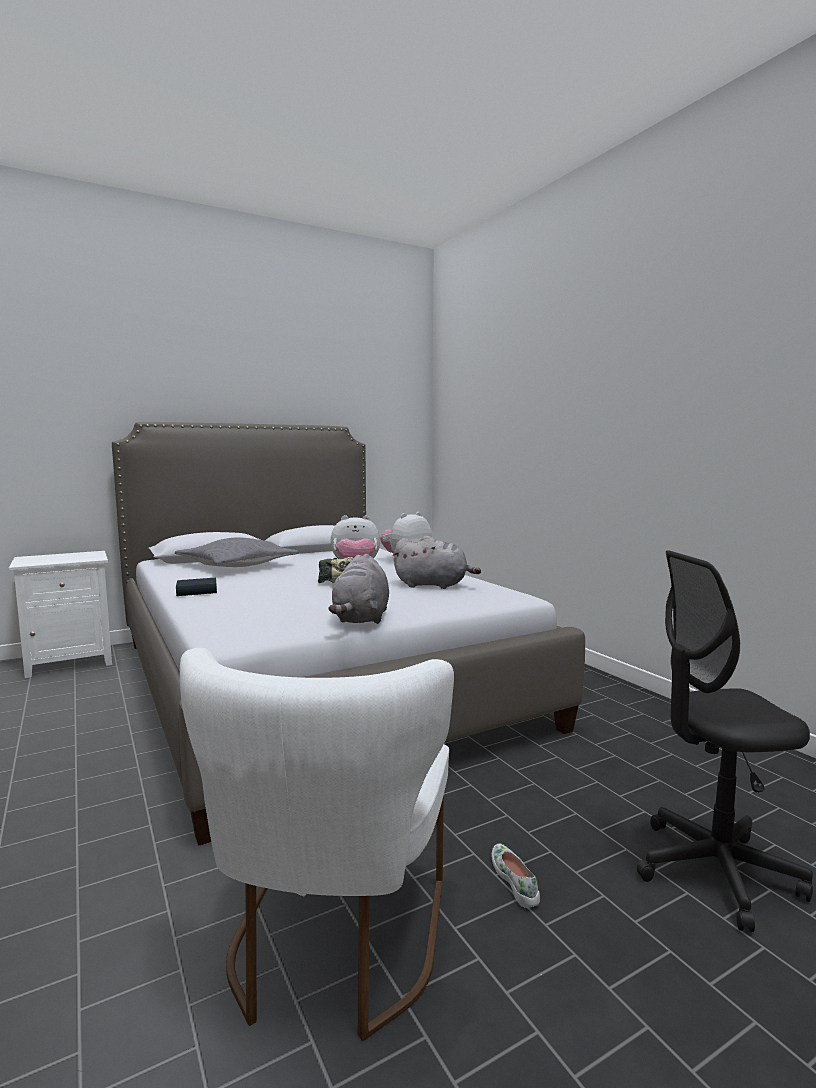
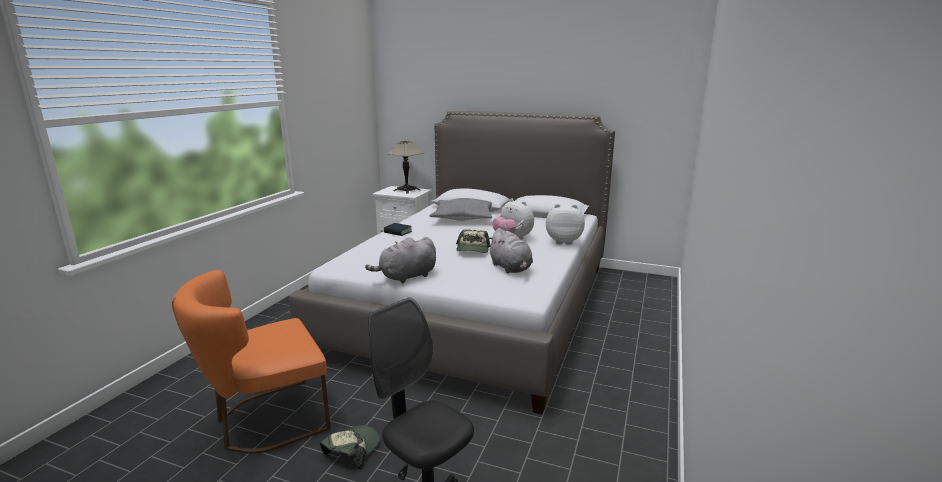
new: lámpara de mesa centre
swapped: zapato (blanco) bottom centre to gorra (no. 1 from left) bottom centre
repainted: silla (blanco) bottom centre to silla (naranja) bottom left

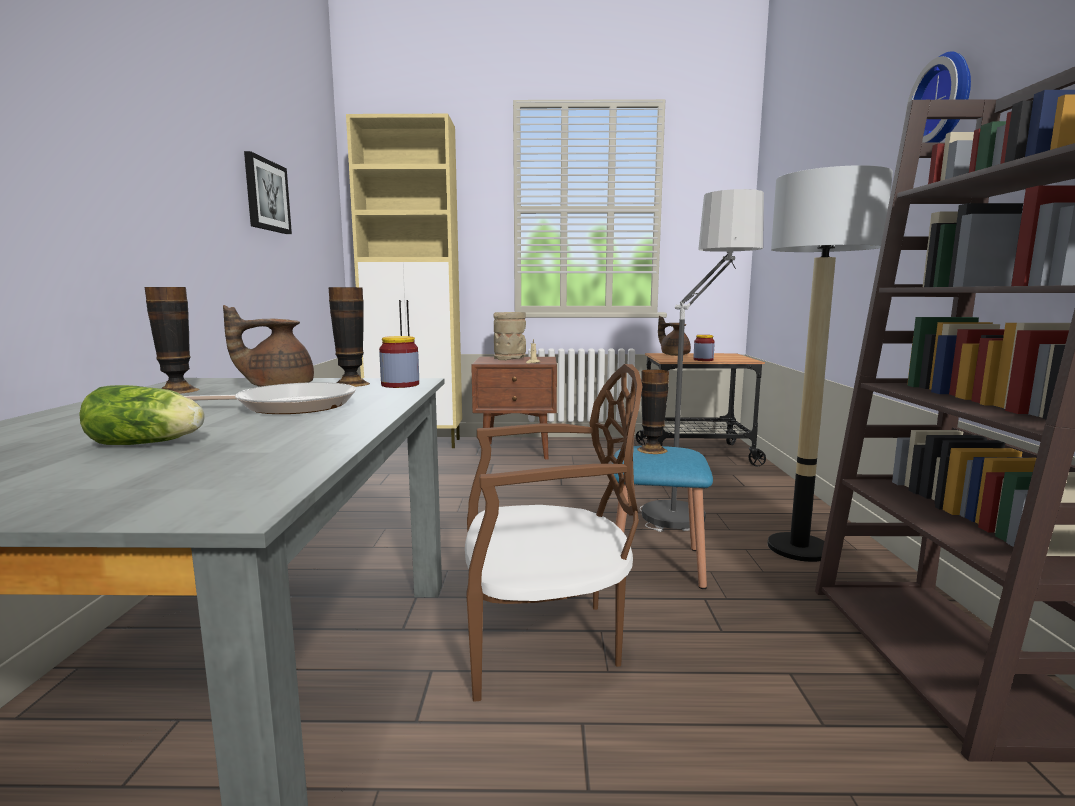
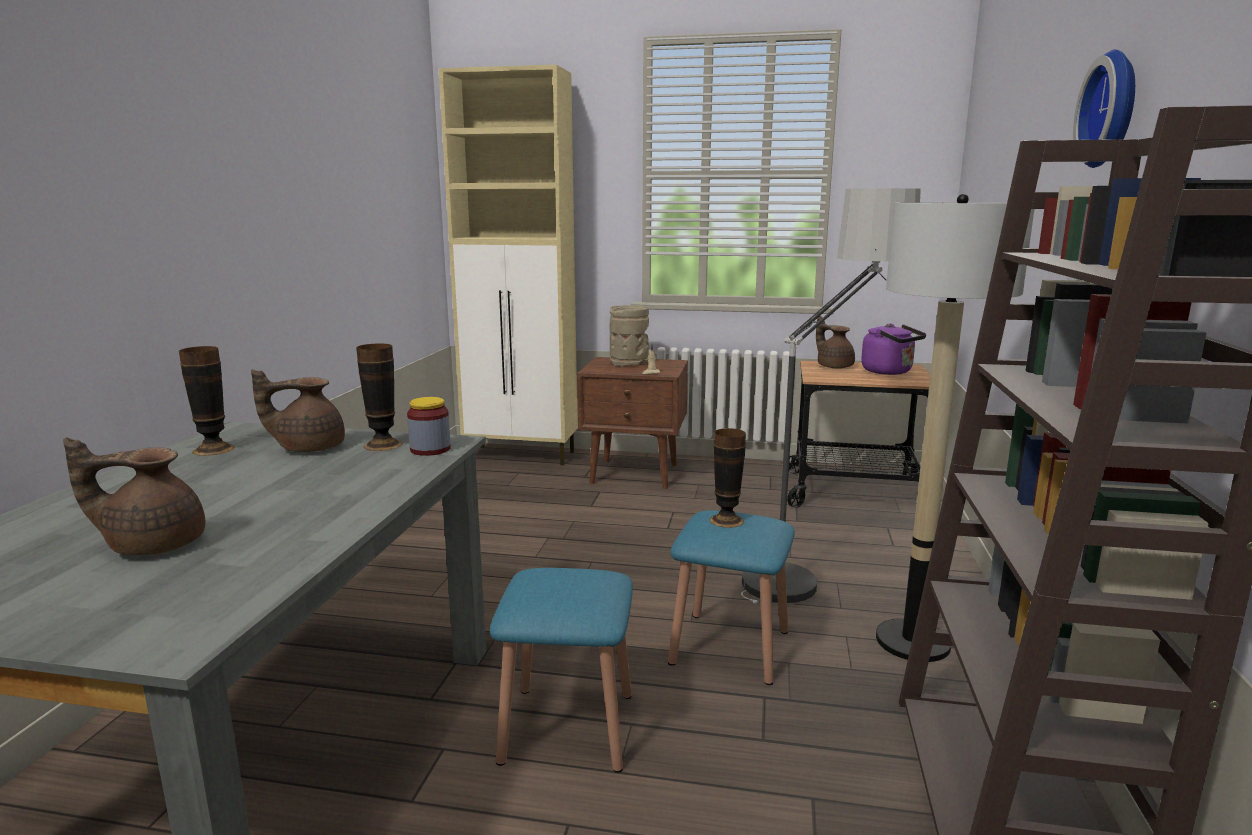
gone: sartén middle left; cuadro top left; tarro (no. 2 from left) centre
new: hervidor (morado) middle right
swapped: lechuga middle left to tetera (marrón) (no. 1 from left) middle left; silla (marrón) centre to taburete (azul) (no. 1 from left) bottom centre

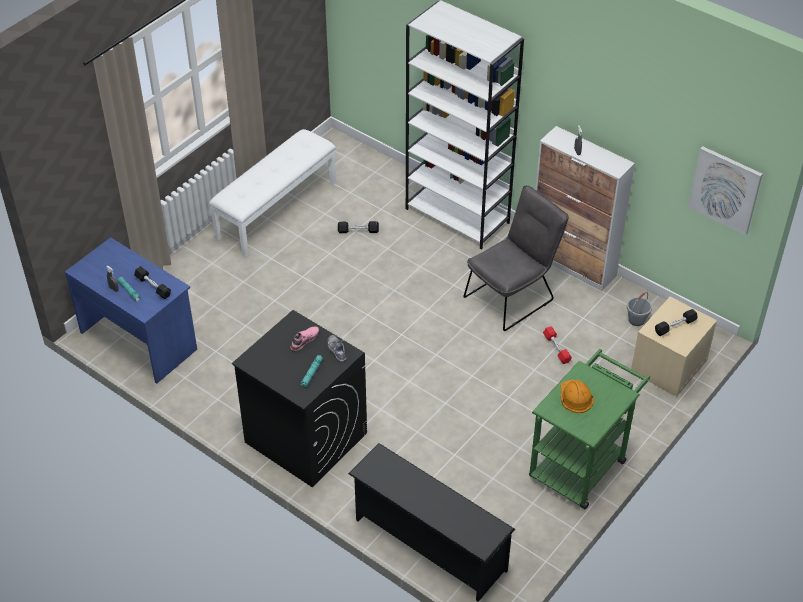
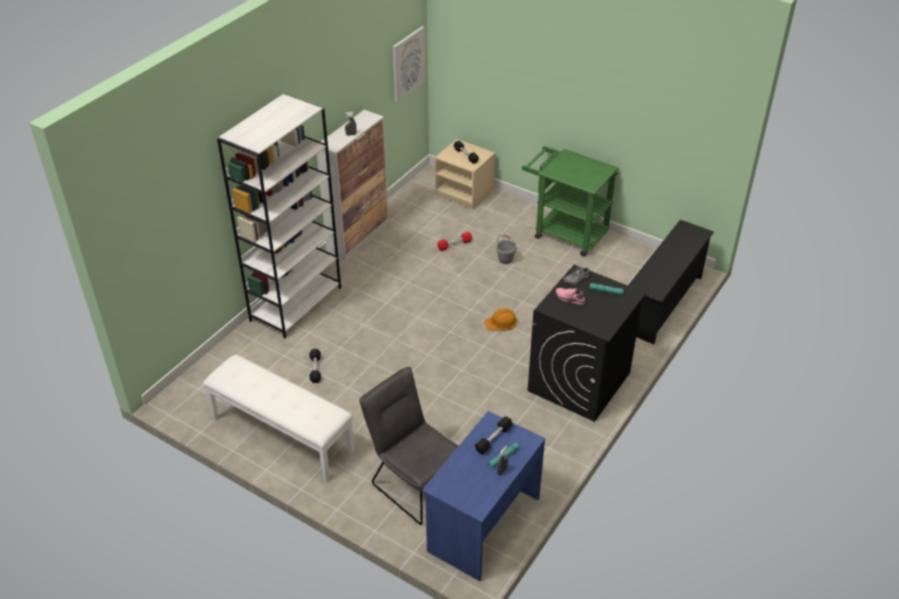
shifted: silla (gris) centre to bottom centre; casco (naranja) middle right to centre; cubo (gris) middle right to centre

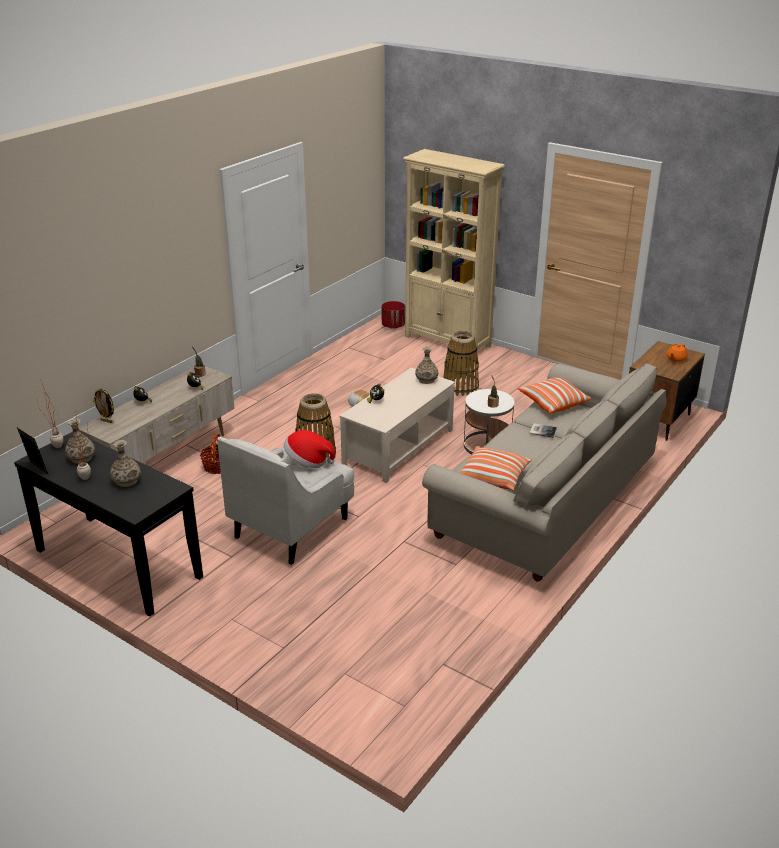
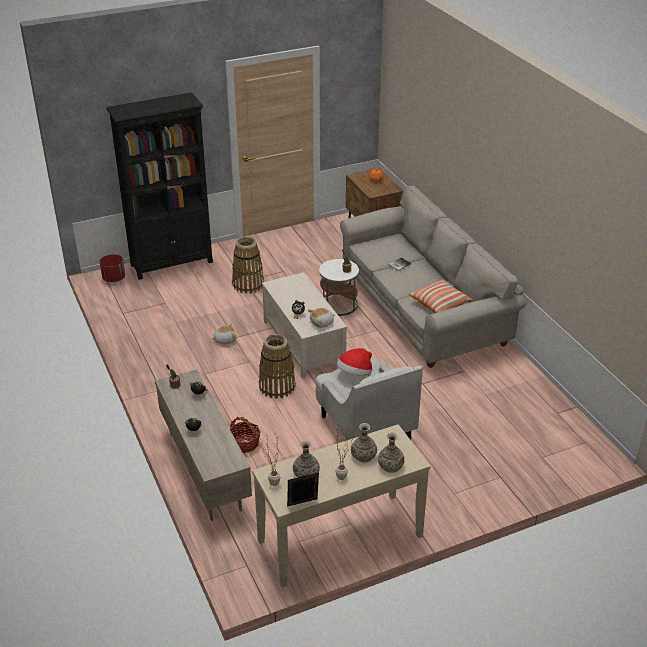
gone: portarretratos (no. 2 from left) middle left; cojín (no. 2 from left) middle right
new: peluche (no. 2 from left) centre
shifted: florero (no. 3 from left) centre to bottom centre
repainted: mesa consola (negro) middle left to mesa consola (beis) bottom centre; estantería (beis) top centre to estantería (negro) top left

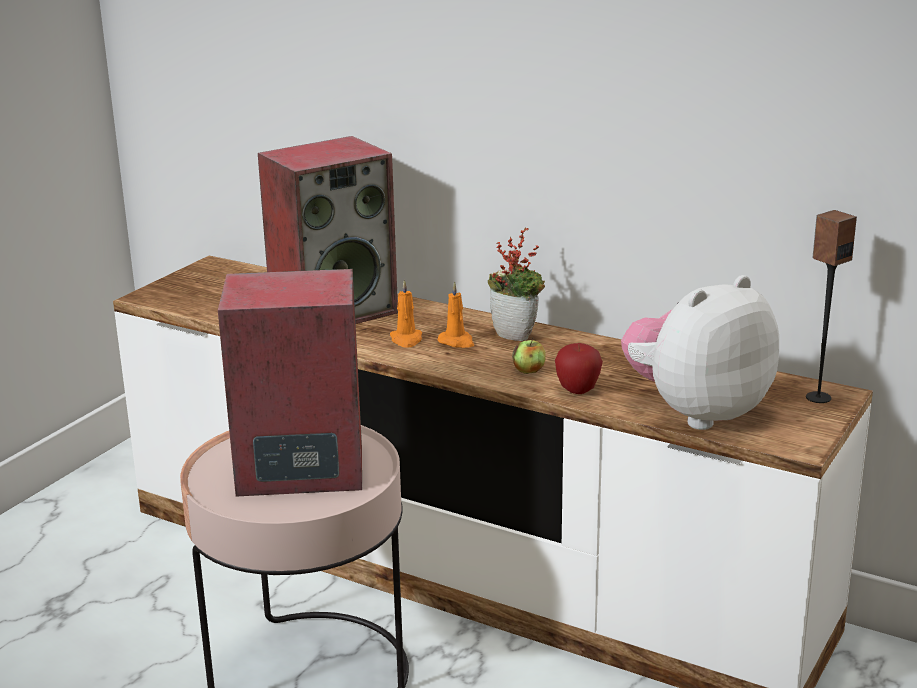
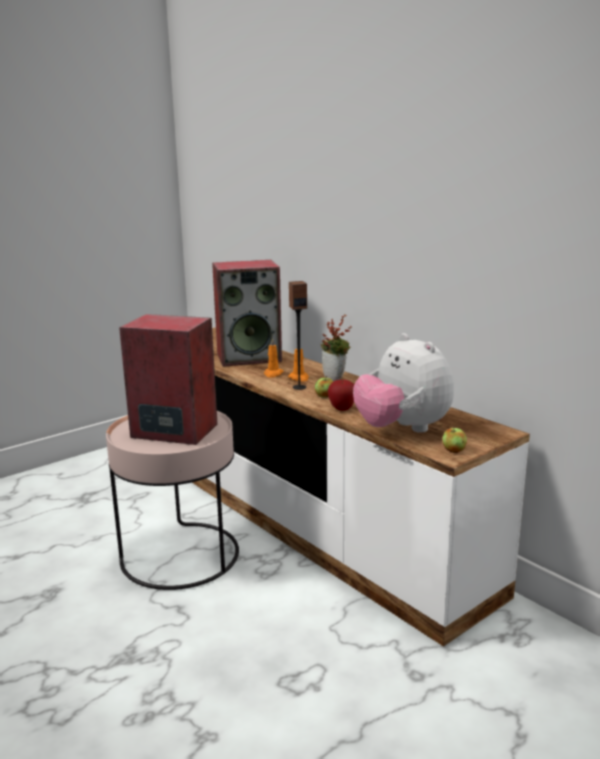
new: manzana (no. 3 from left) middle right
shifted: altavoz (no. 3 from left) middle right to centre
rotated: peluche middle right = middle right 105 degrees counterclockwise

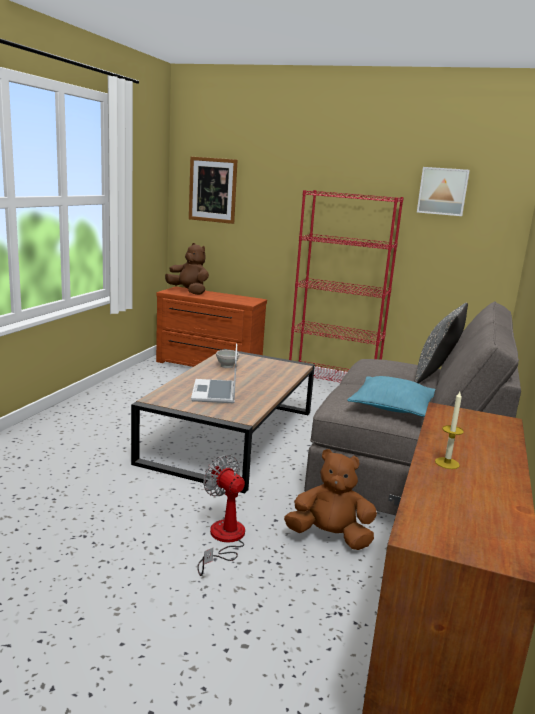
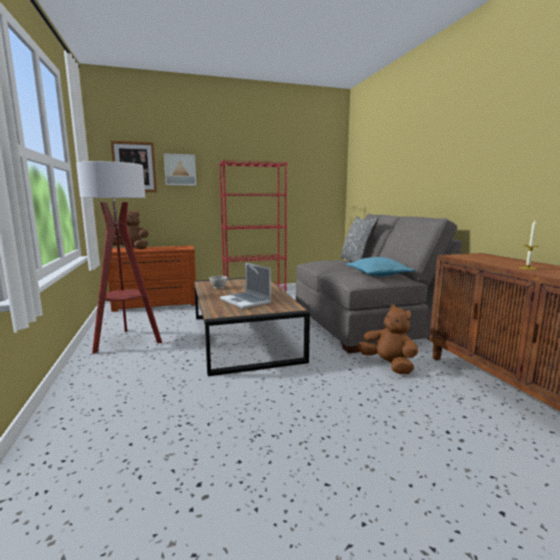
gone: ventilador bottom centre
new: lámpara de pie middle left
shifted: cuadro (no. 2 from left) top right to top left
rotated: peluche (marrón) (no. 2 from left) bottom centre = middle right 75 degrees clockwise

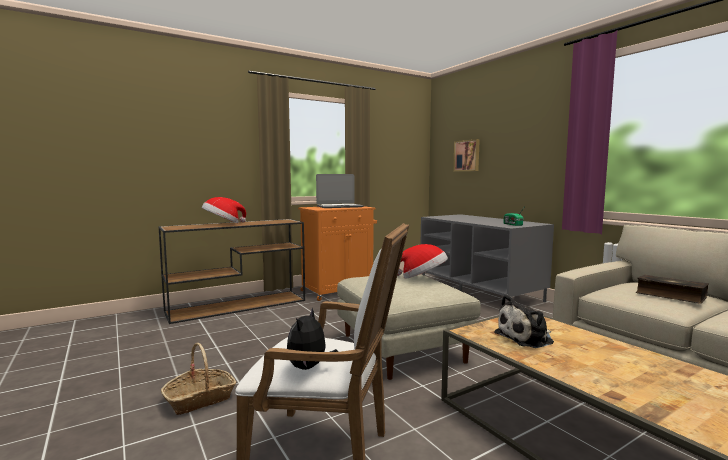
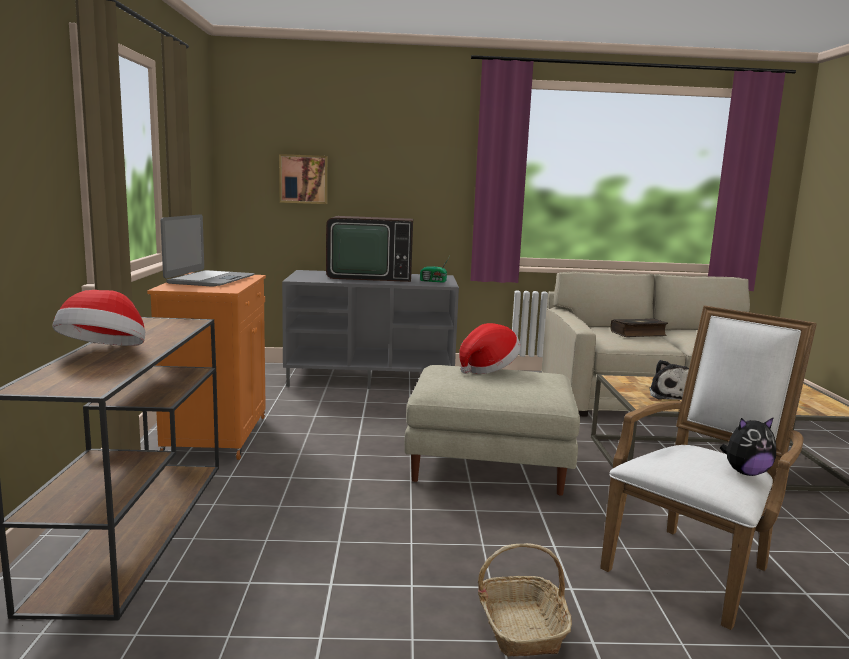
new: televisor centre
rotated: peluche (no. 1 from left in the first image) bottom centre = bottom right 60 degrees counterclockwise

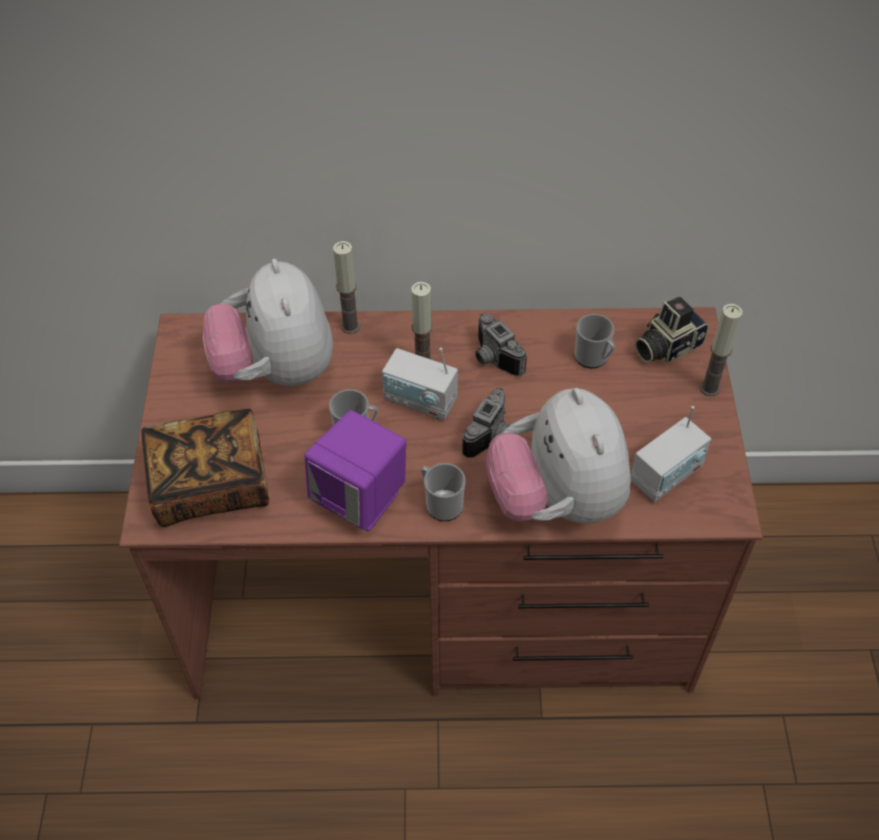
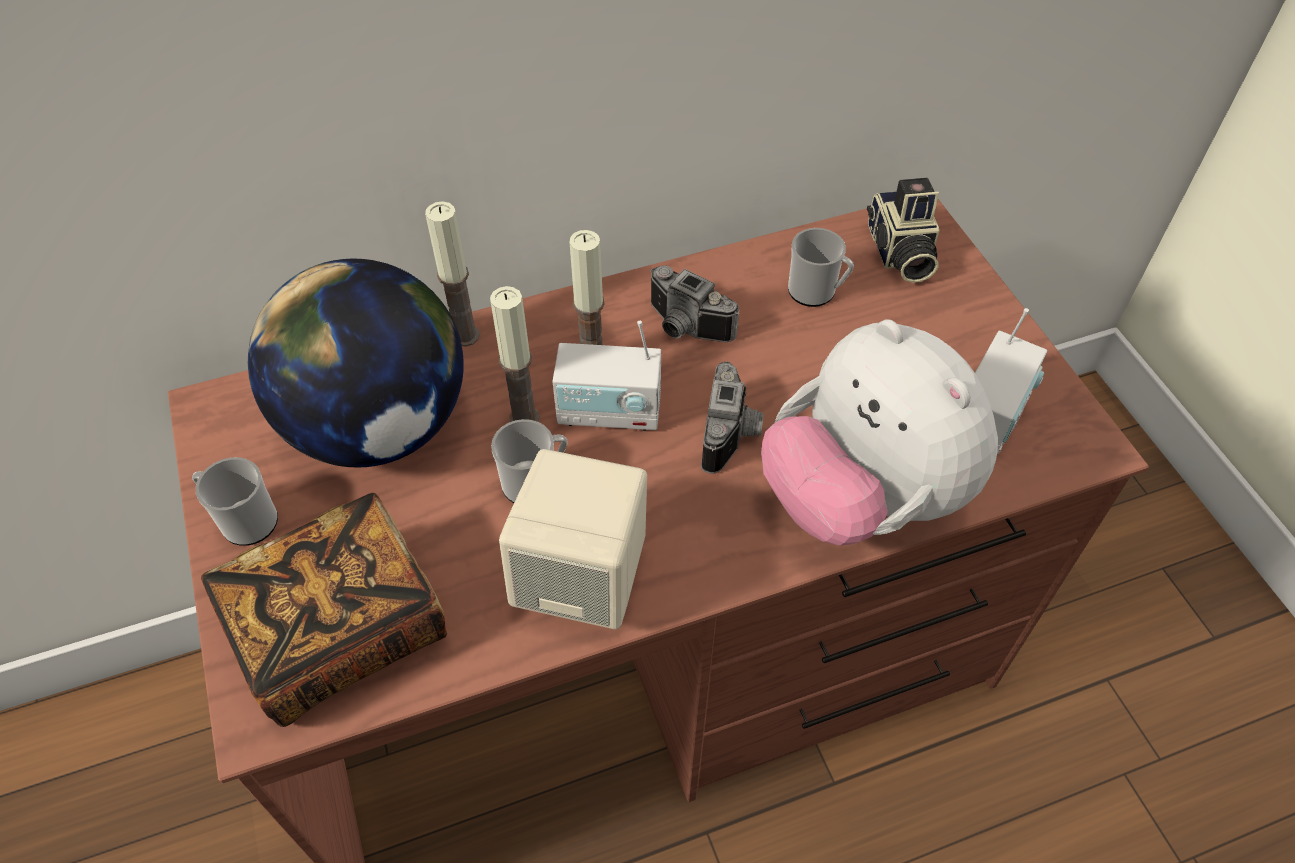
shifted: taza grande (no. 2 from left in the first image) centre to taza grande (no. 1 from left) middle left; vela (no. 3 from left in the first image) middle right to vela (no. 2 from left) centre
swapped: peluche (no. 1 from left) middle left to globo terráqueo middle left
repainted: altavoz (morado) centre to altavoz (beis) centre
rotated: cámara (no. 3 from left) middle right = top right 45 degrees counterclockwise

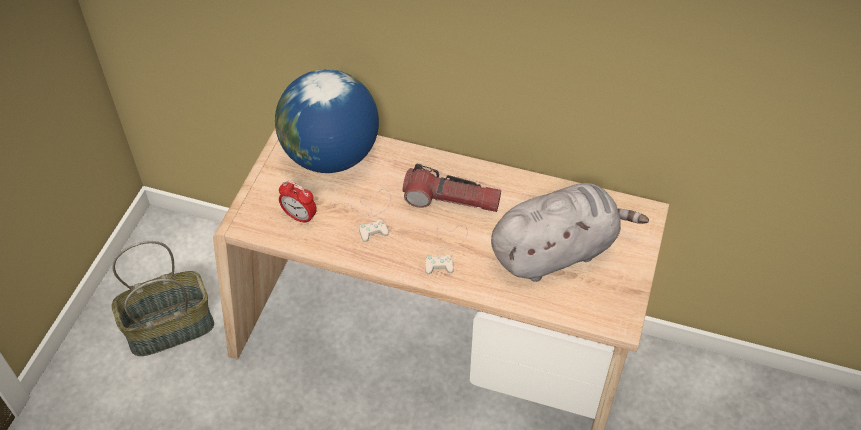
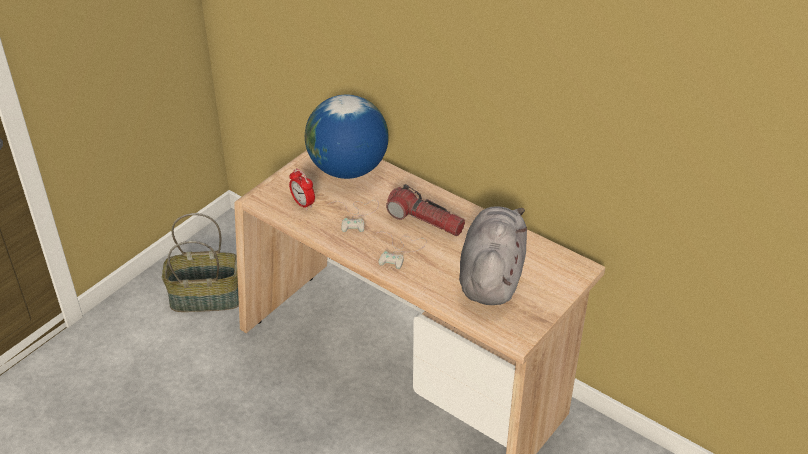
rotated: peluche (gris) centre = centre 75 degrees counterclockwise

